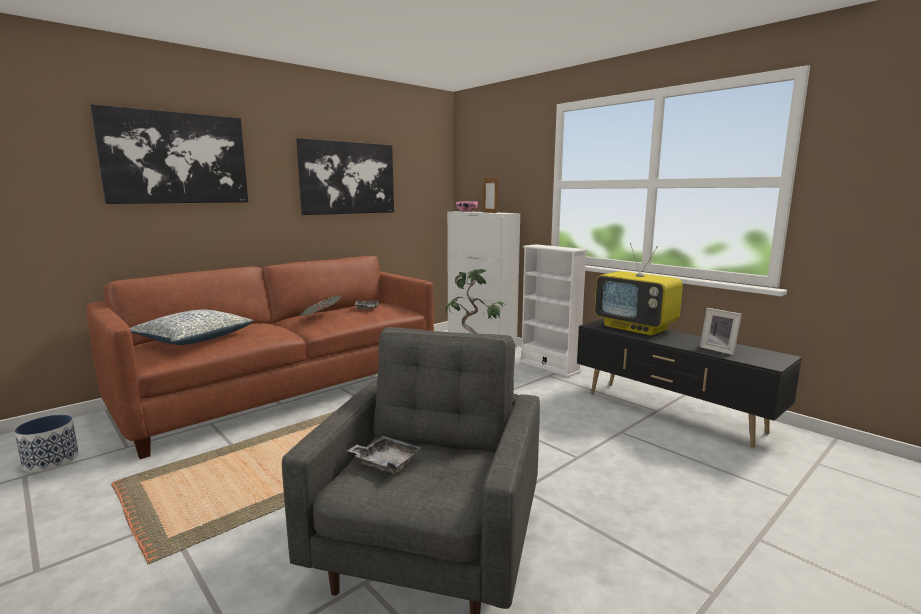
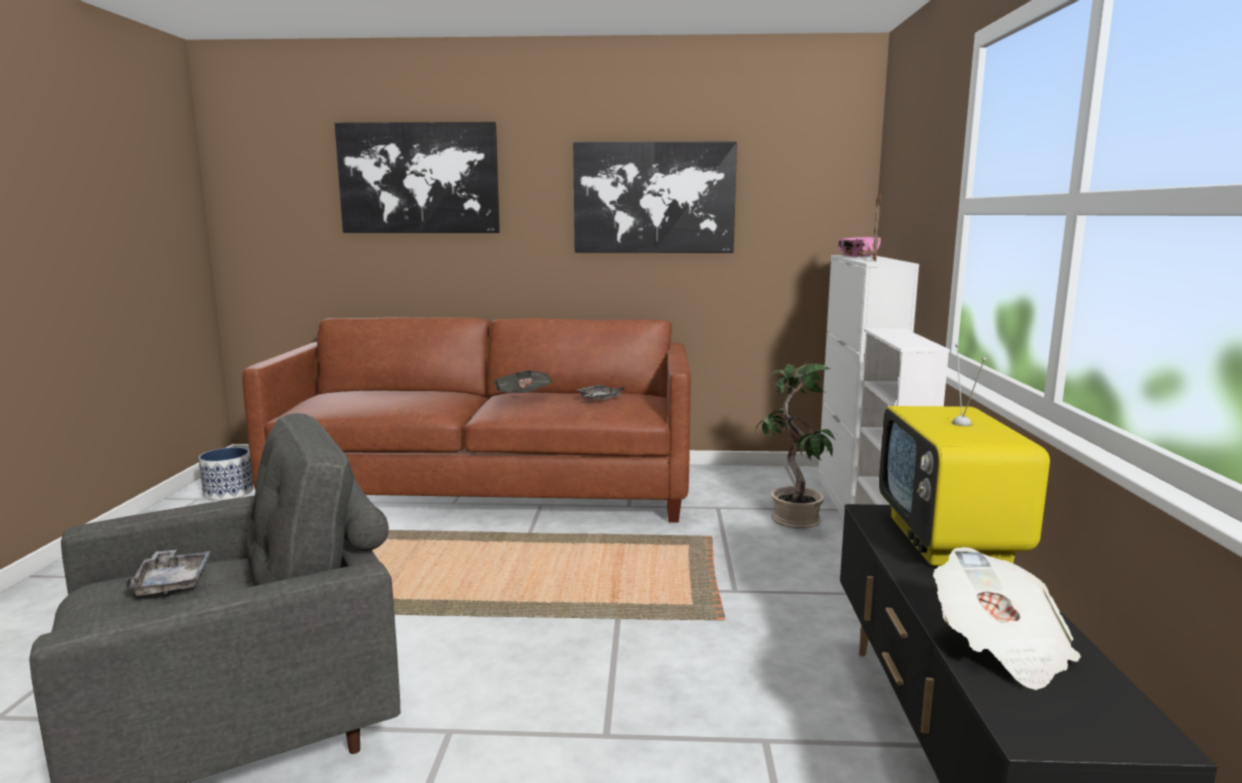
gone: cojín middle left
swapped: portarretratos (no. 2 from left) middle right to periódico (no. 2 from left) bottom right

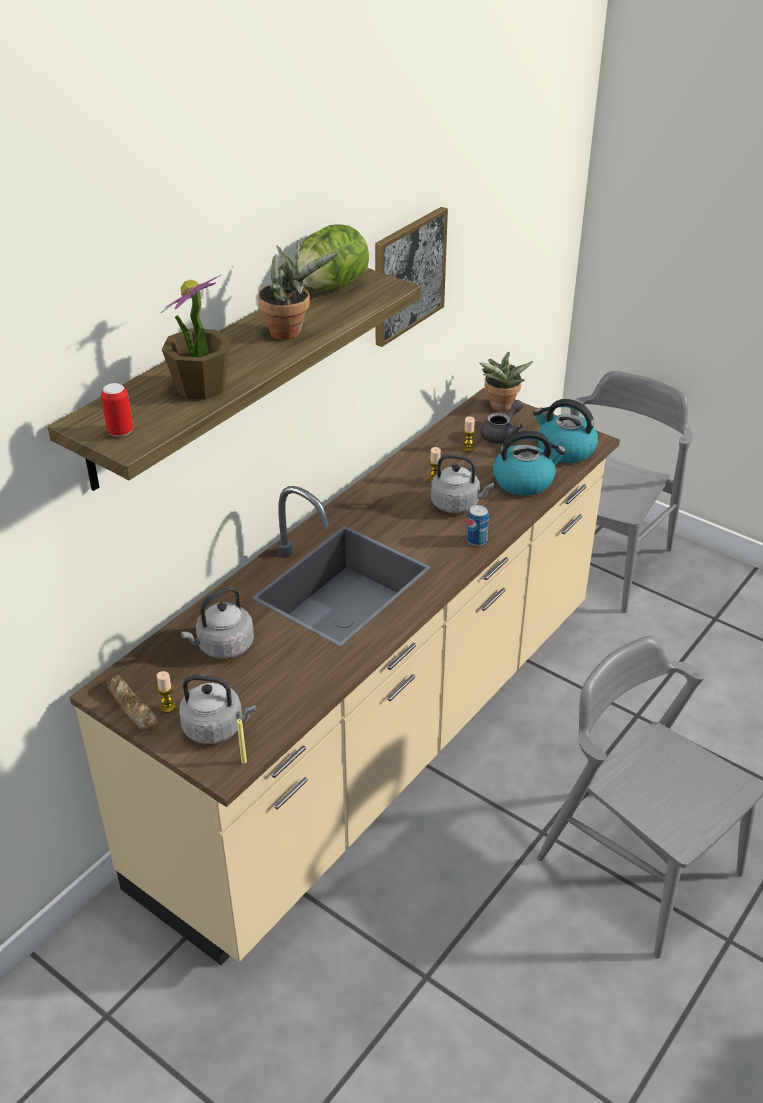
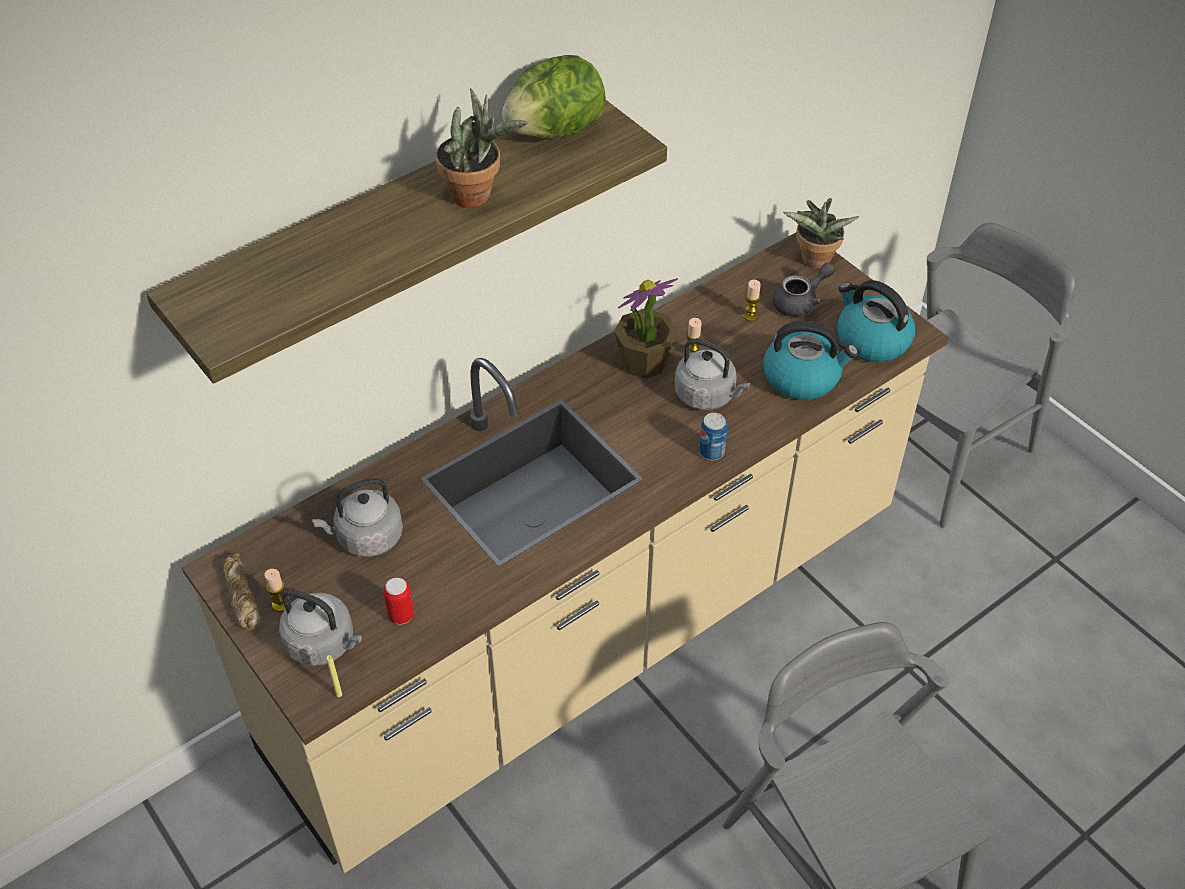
gone: cuadro top centre
shifted: lata (no. 1 from left) middle left to bottom centre; planta en maceta (no. 1 from left in the first image) top left to planta en maceta (no. 2 from left) centre

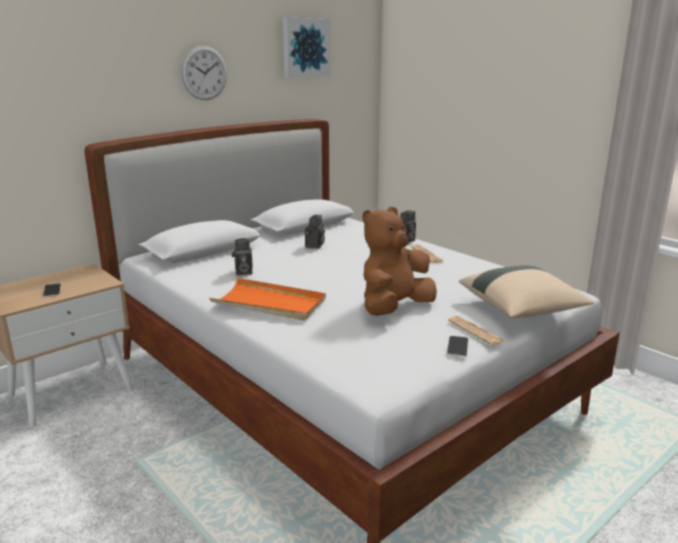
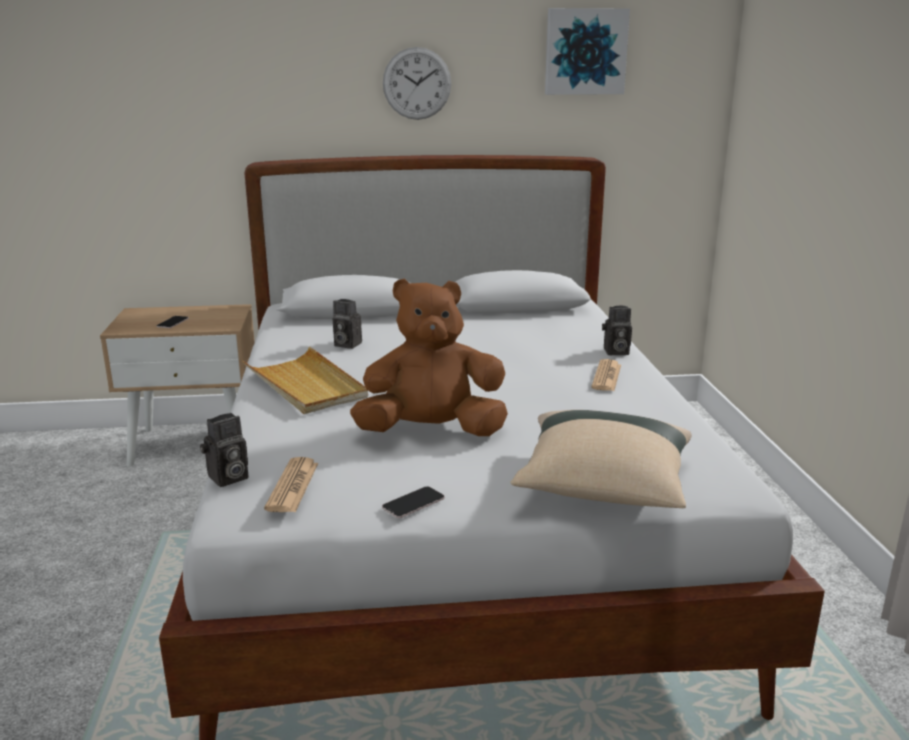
shifted: cámara (no. 2 from left in the first image) centre to cámara (no. 1 from left) middle left; periódico (no. 2 from left in the first image) middle right to periódico (no. 1 from left) middle left
repainted: bandeja (naranja) centre to bandeja (beis) centre

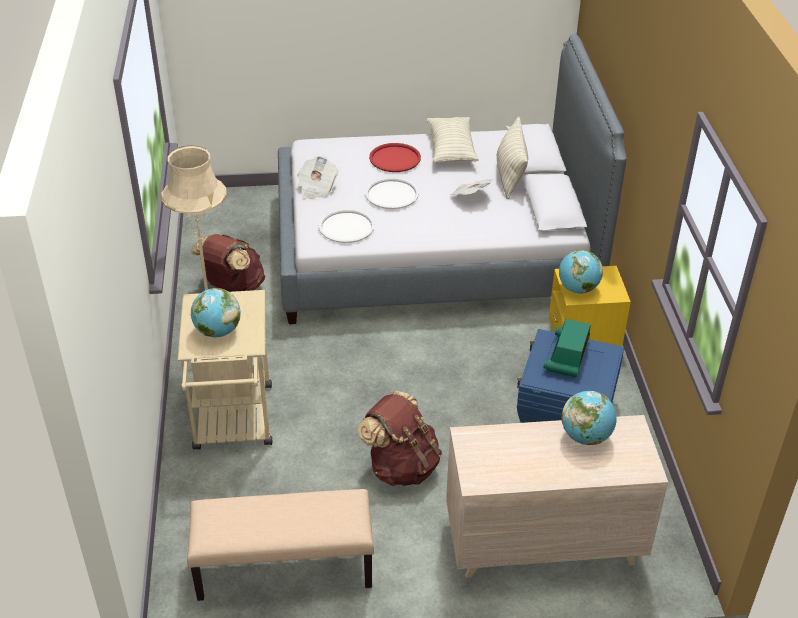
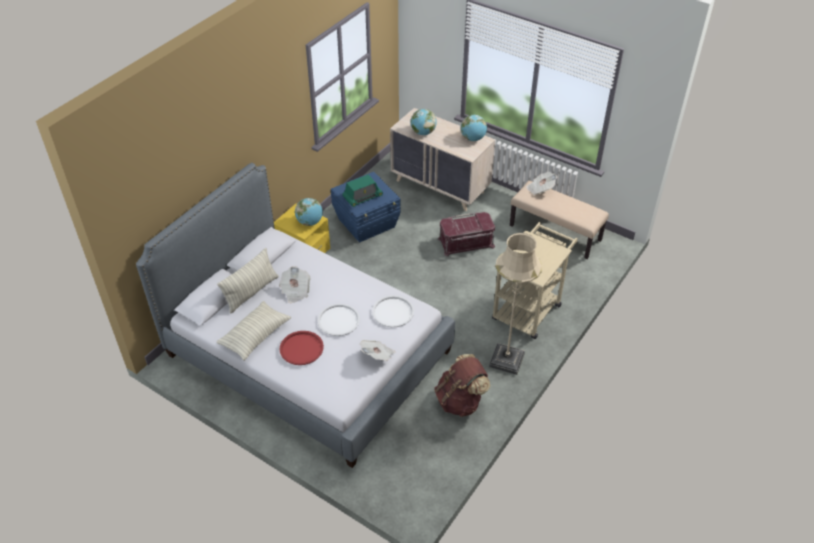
new: periódico (no. 3 from left) centre
shifted: globo terráqueo (no. 1 from left in the first image) middle left to globo terráqueo (no. 3 from left) top centre
swapped: mochila (marrón) (no. 2 from left) bottom centre to caja de almacenaje (rojo) centre

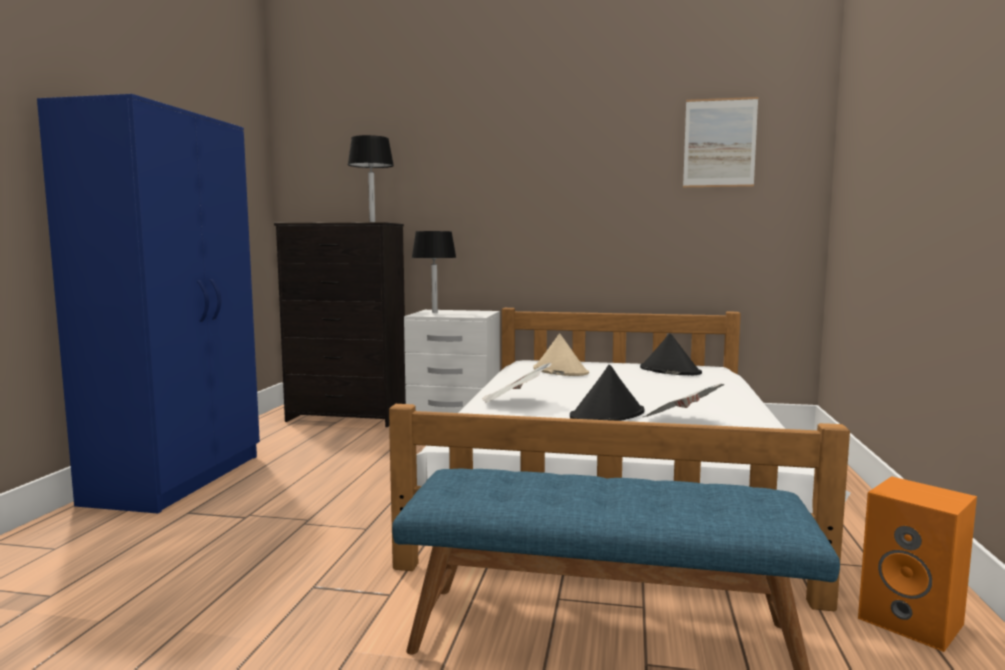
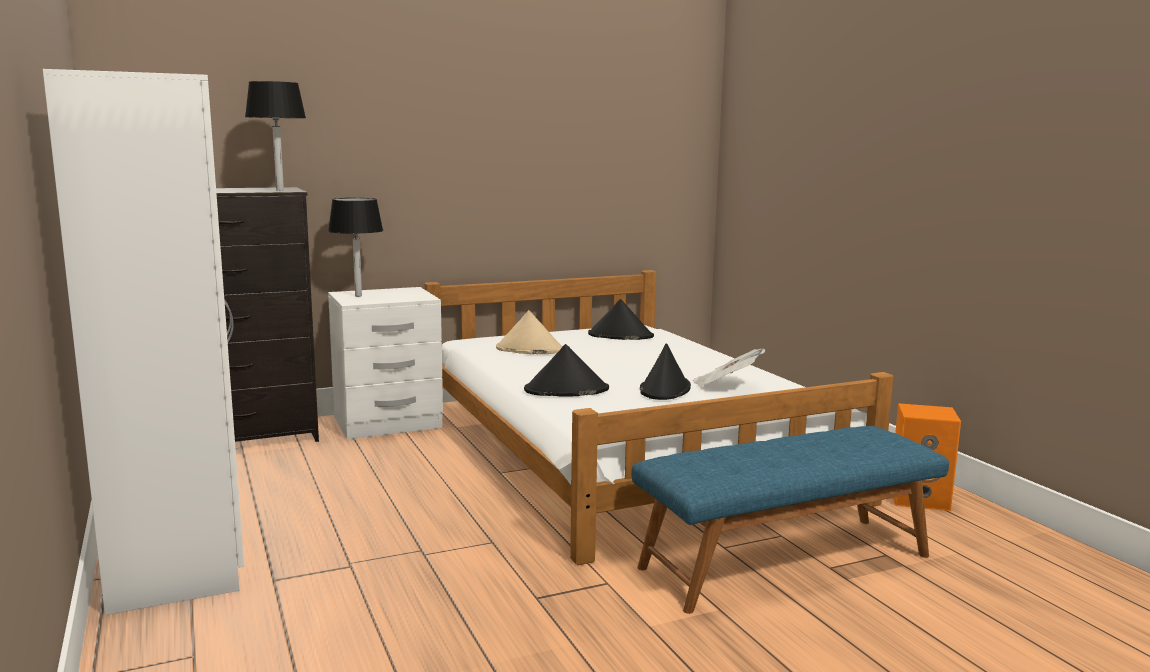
gone: cuadro top right
swapped: periódico (no. 1 from left) centre to sombrero (negro) (no. 1 from left) centre
repainted: armario ropero (azul) middle left to armario ropero (blanco) middle left

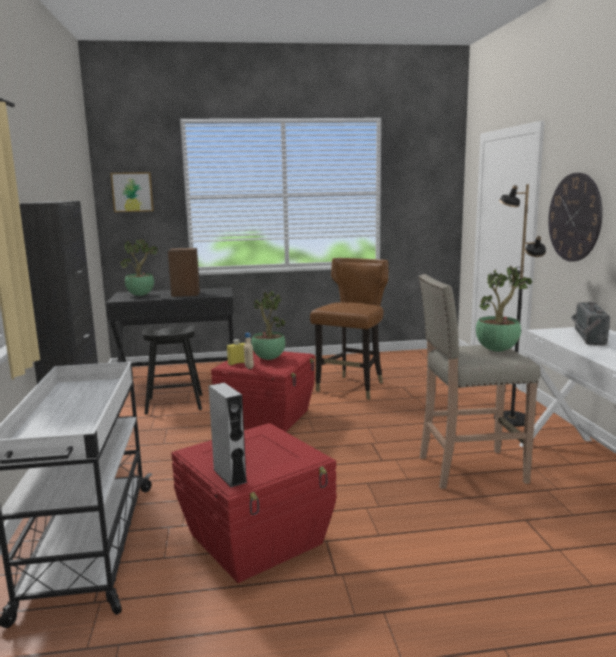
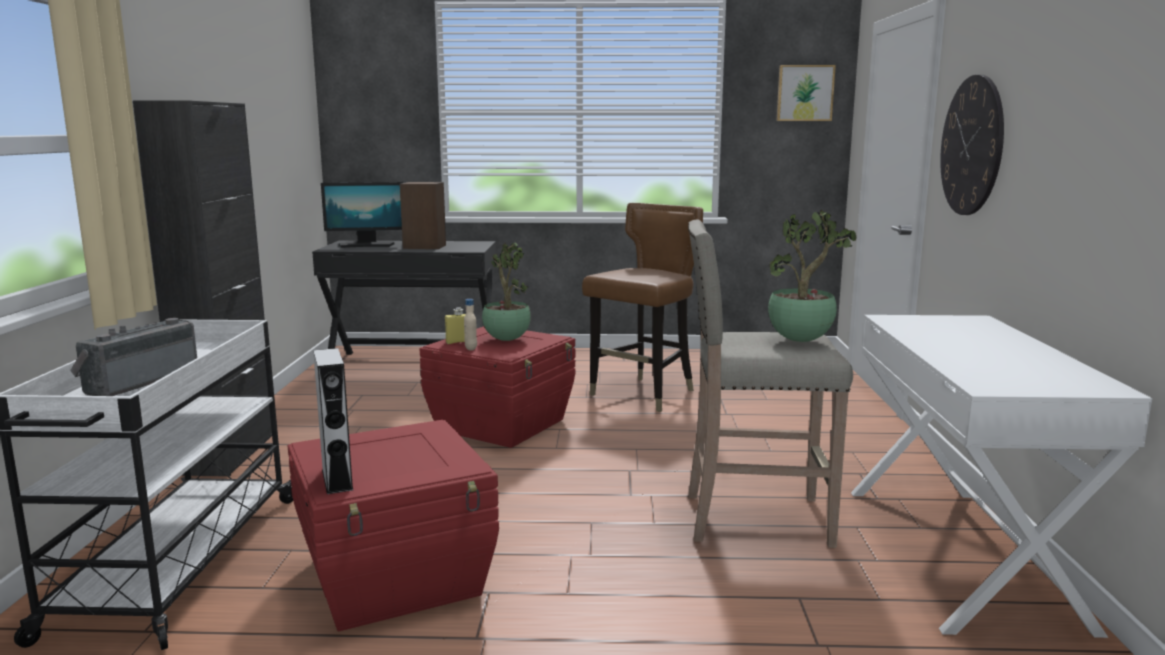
gone: taburete (negro) middle left; lámpara de pie (negro) middle right
shifted: cuadro top left to top right; radio middle right to middle left
swapped: planta en maceta (no. 1 from left) middle left to monitor top left

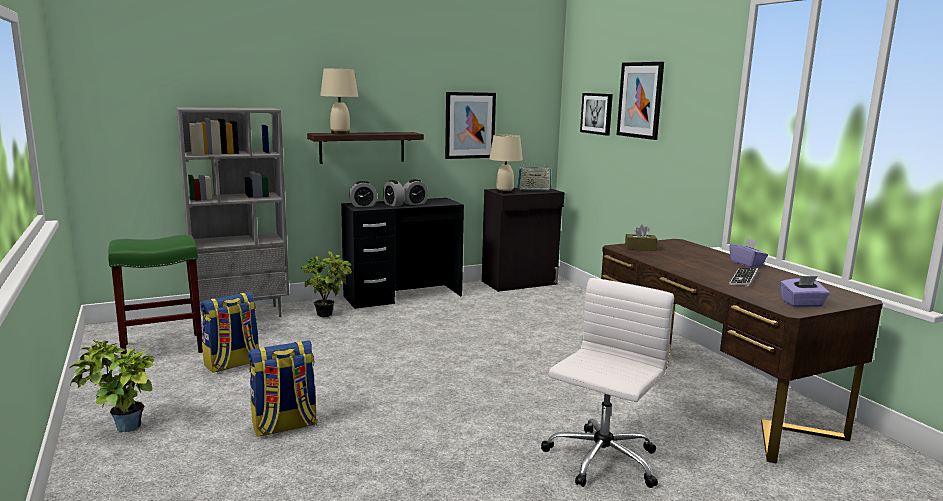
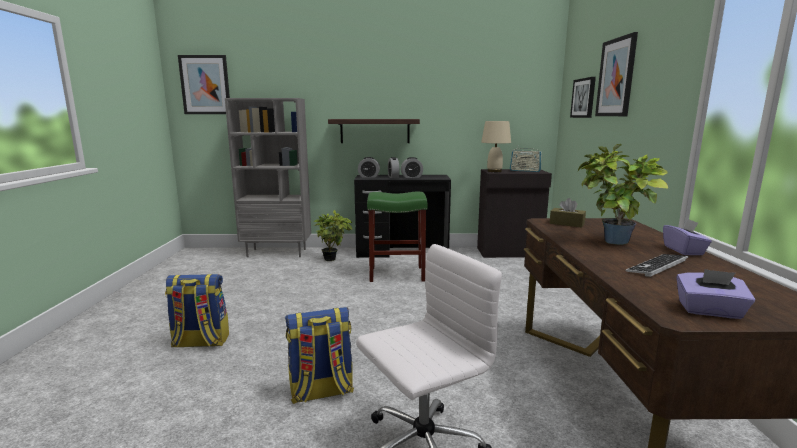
gone: lámpara de mesa (beis) (no. 1 from left) top centre
shifted: planta en maceta (no. 1 from left in the first image) bottom left to planta en maceta (no. 2 from left) middle right; taburete (verde) middle left to centre; mochila (no. 1 from left in the first image) middle left to mochila (no. 2 from left) bottom centre; cuadro (no. 1 from left) top centre to top left

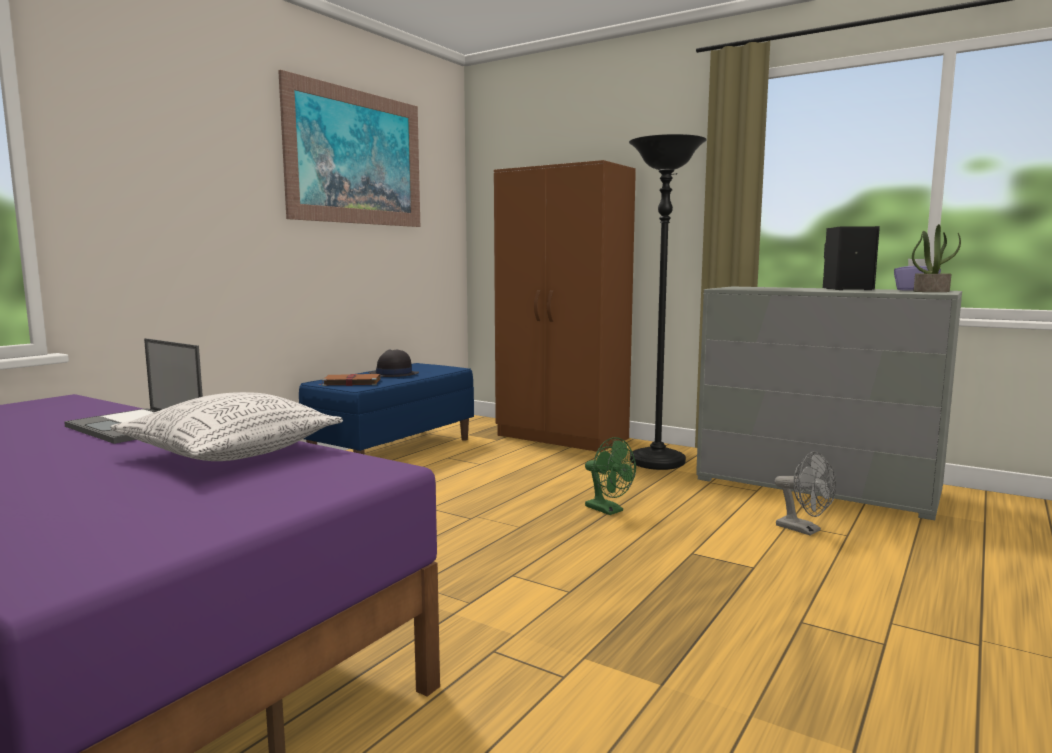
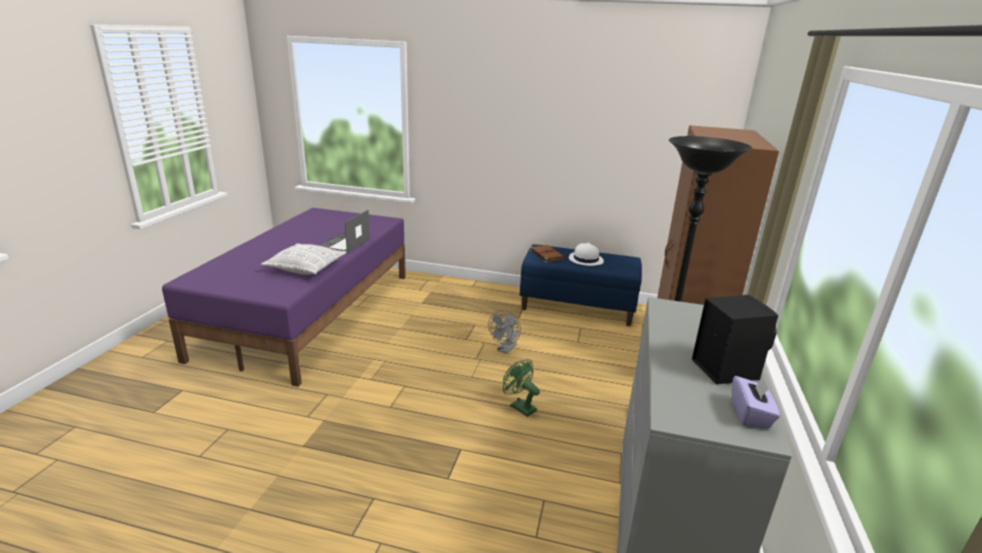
gone: cuadro top left; planta en maceta middle right
shifted: ventilador (gris) middle right to centre
repainted: sombrero (negro) centre to sombrero (blanco) centre
rotated: ventilador (verde) centre = bottom centre 105 degrees clockwise

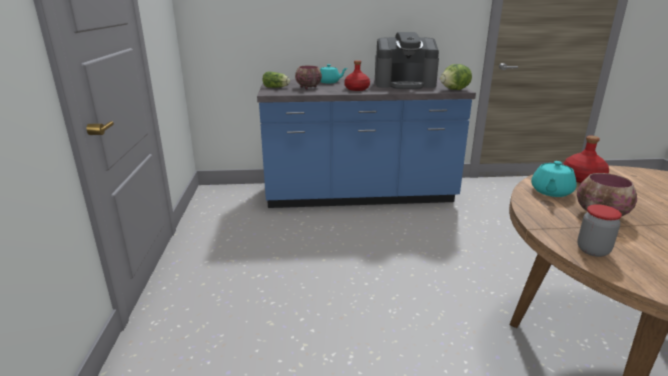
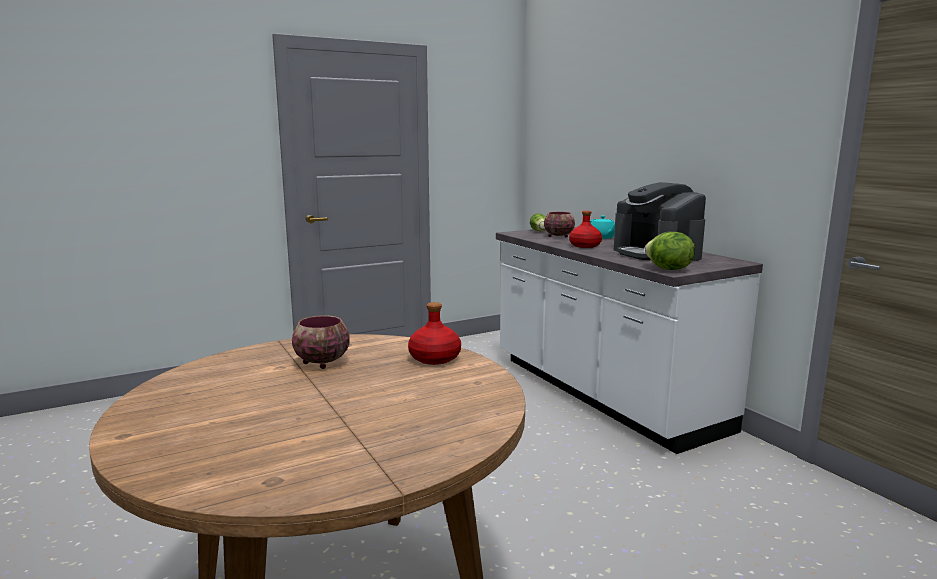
gone: tetera (turquesa) (no. 2 from left) middle right; tarro middle right
repainted: mueble bajo de cocina (azul) centre to mueble bajo de cocina (blanco) middle right

